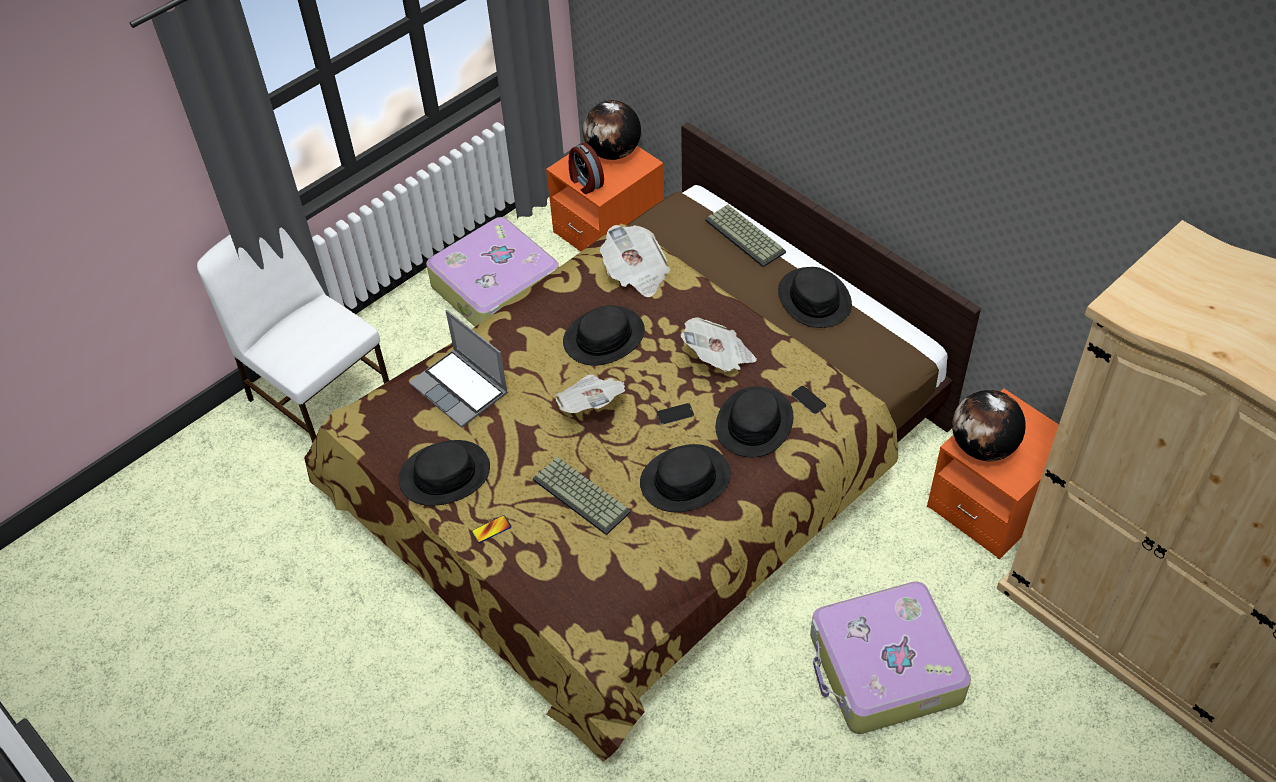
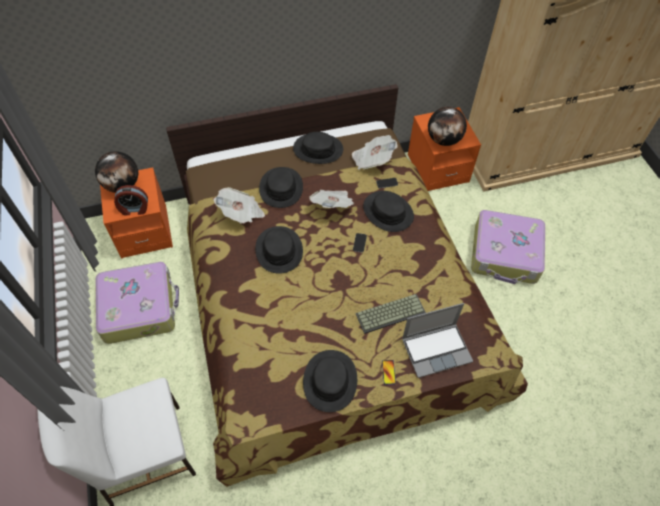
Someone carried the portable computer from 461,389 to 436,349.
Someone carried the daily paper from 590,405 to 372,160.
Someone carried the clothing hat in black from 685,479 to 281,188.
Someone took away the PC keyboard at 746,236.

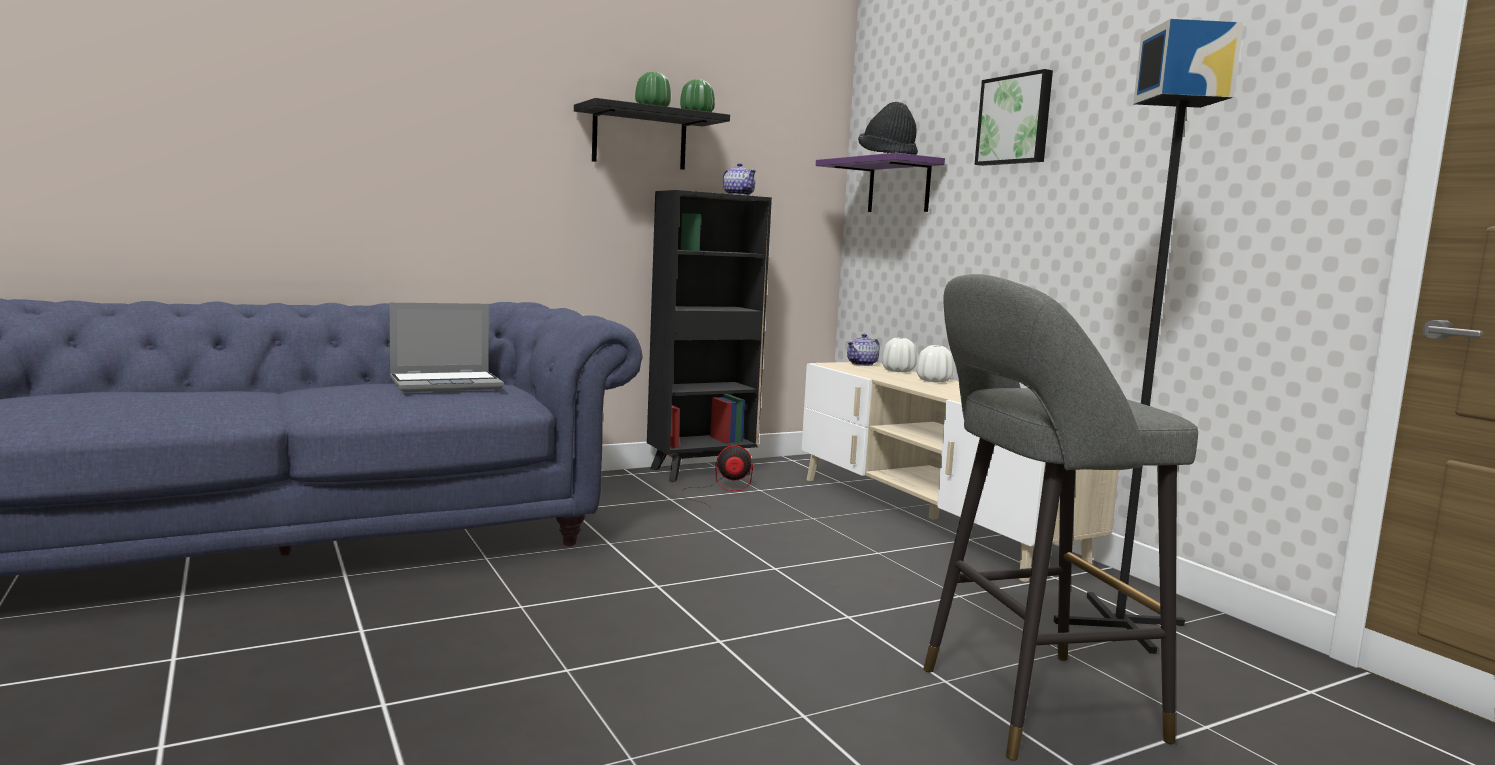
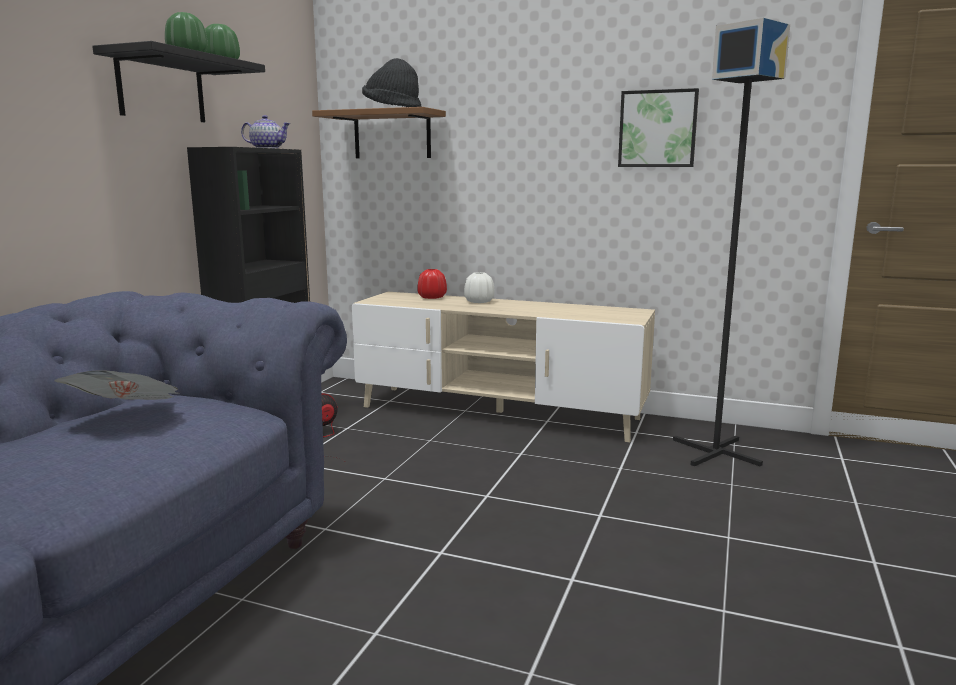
Someone swapped the portable computer at 447,384 for the daily paper at 128,416.
Someone repainted the wall shelf in purple-coloured at 899,186, which became the wall shelf in brown-coloured at 392,135.
Someone took away the pot for tea at 862,364.
Someone repainted the flower vase in white at 898,371, which became the flower vase in red-coloured at 432,297.
Someone took away the stool in greyish at 1027,704.
Someone carried the wall art from 1015,120 to 658,129.

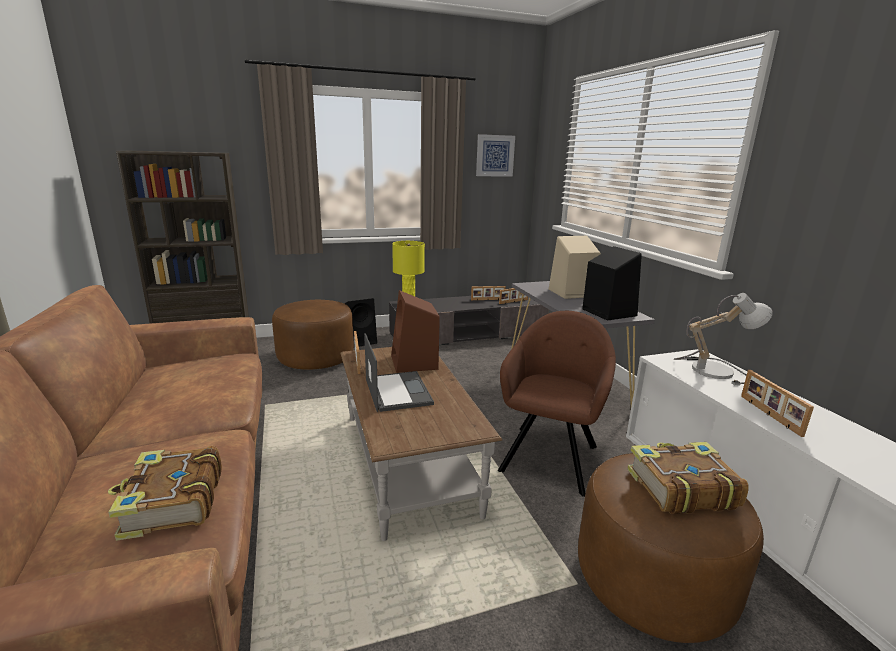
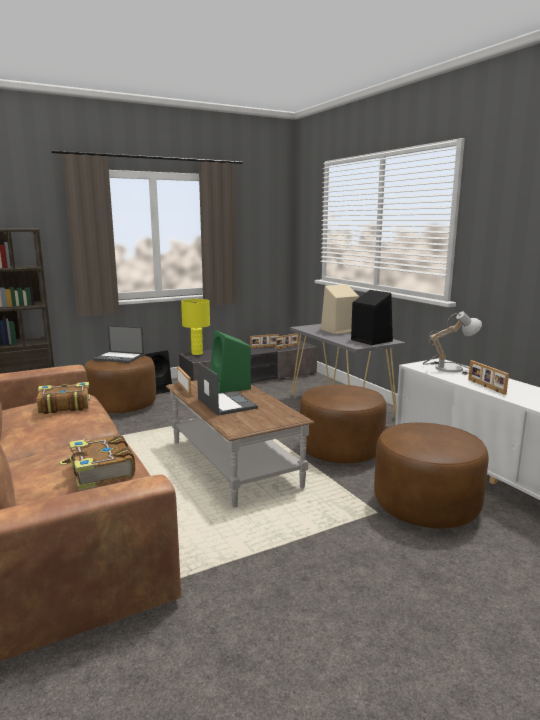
Someone repainted the audio speaker in brown-coloured at 414,363, which became the audio speaker in greenish at 230,387.
Someone took away the wall art at 495,155.
Someone swapped the armchair in brown-coloured at 550,455 for the footrest in brown-coloured at 341,449.
Someone carried the bound book from 680,488 to 64,406.
Someone put down the portable computer at 119,357.

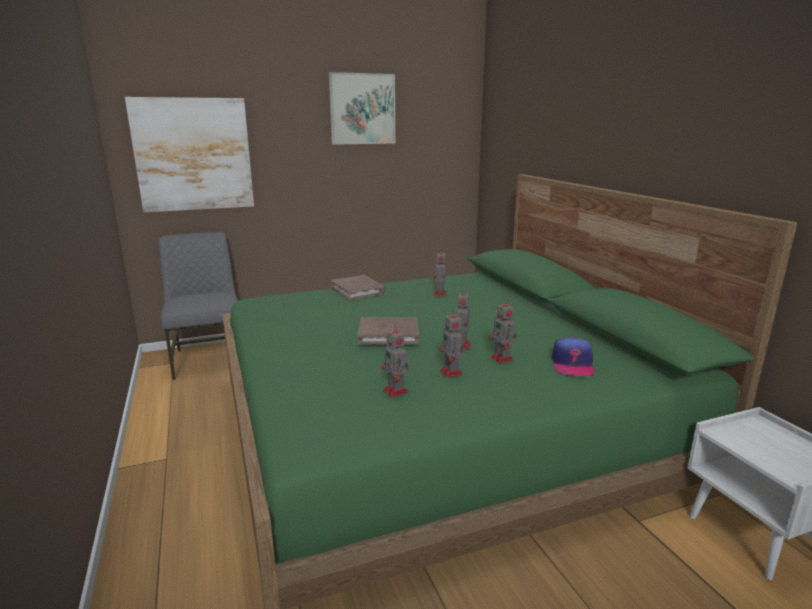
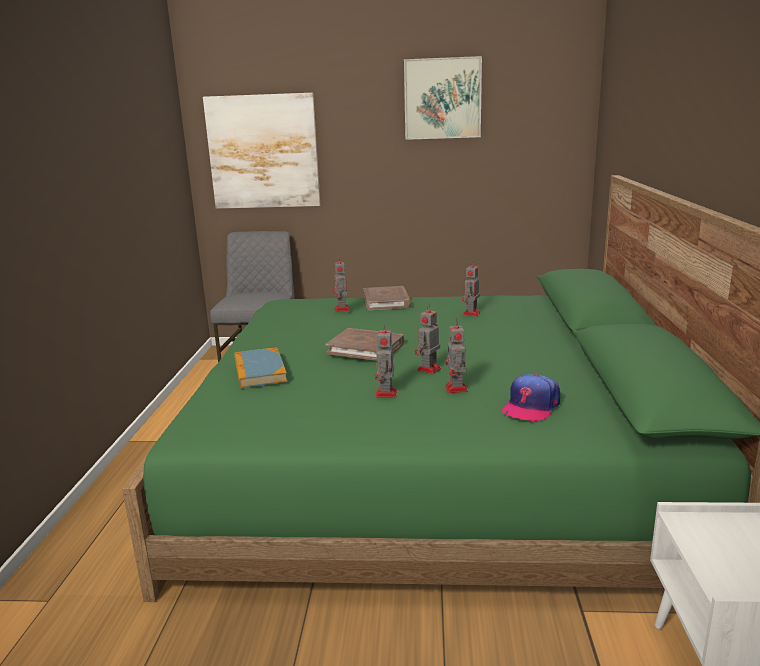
Someone carried the toy robot from 396,392 to 342,309.
Someone put down the bound book at 259,371.

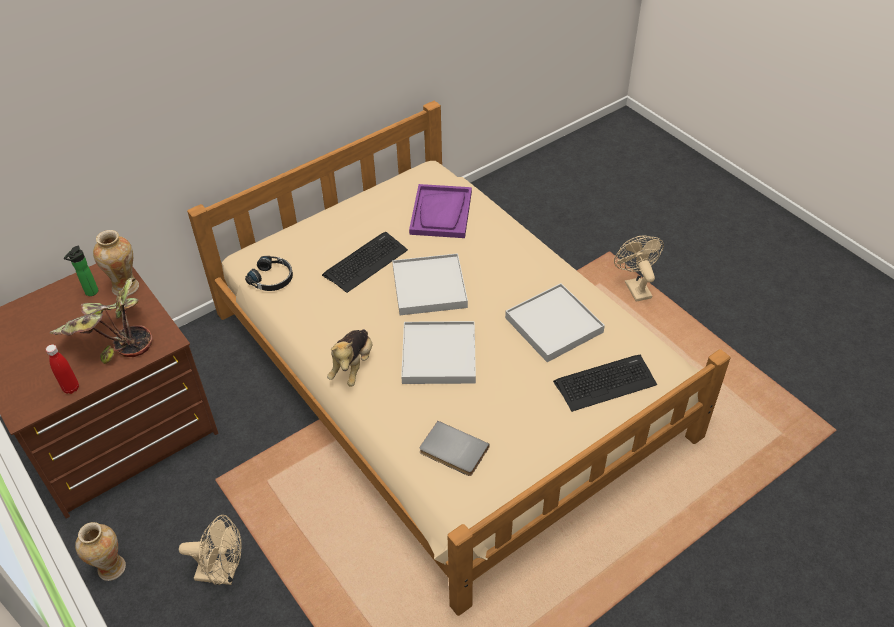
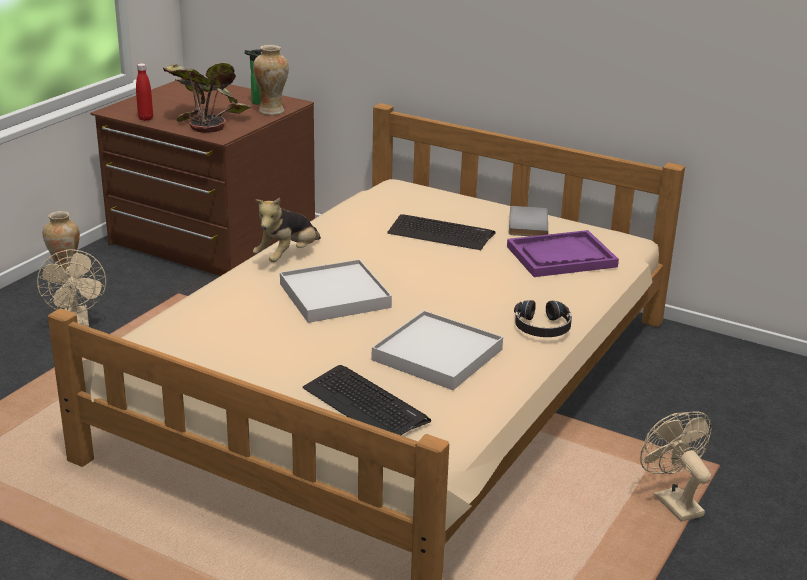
Someone carried the pair of headphones in black from 272,279 to 542,327.
Someone rotated the plush toy at 353,366 by 45 degrees counterclockwise.
Someone took away the tray in white at 429,287.
Someone carried the bound book in greyish from 452,451 to 526,224.
Someone rotated the fan in beige at 635,287 by 75 degrees counterclockwise.

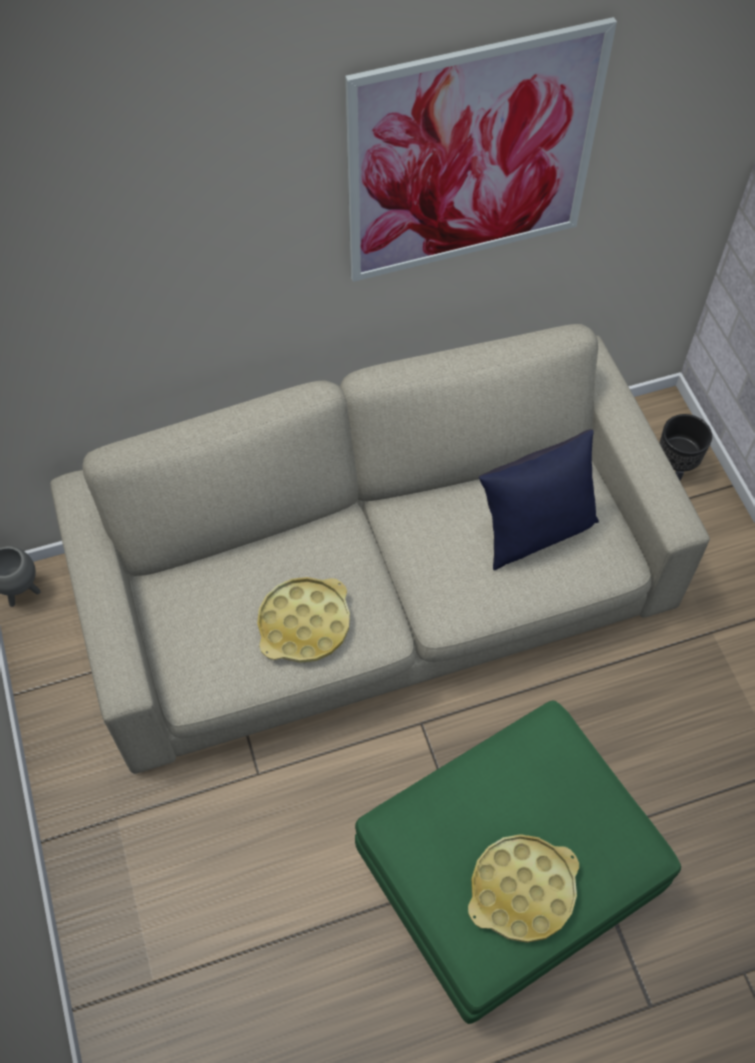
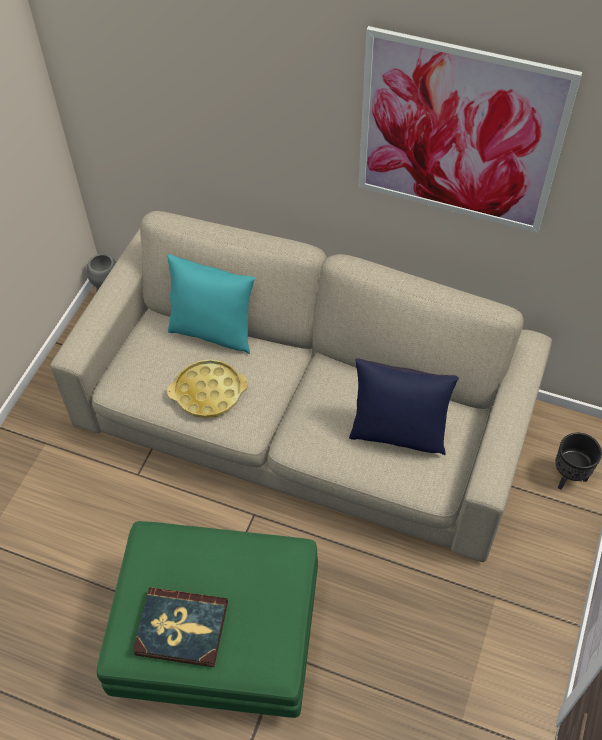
Someone swapped the tray in yellow-coloured at 522,890 for the bound book at 181,629.
Someone put down the pillow in blue-green at 213,332.

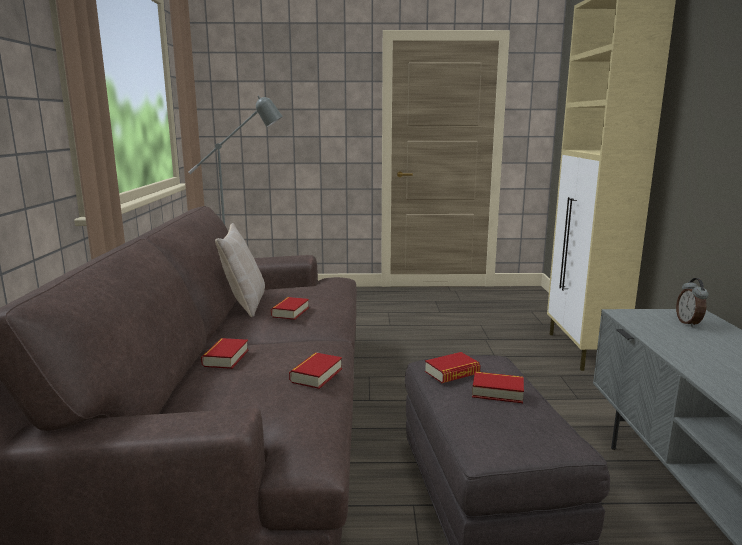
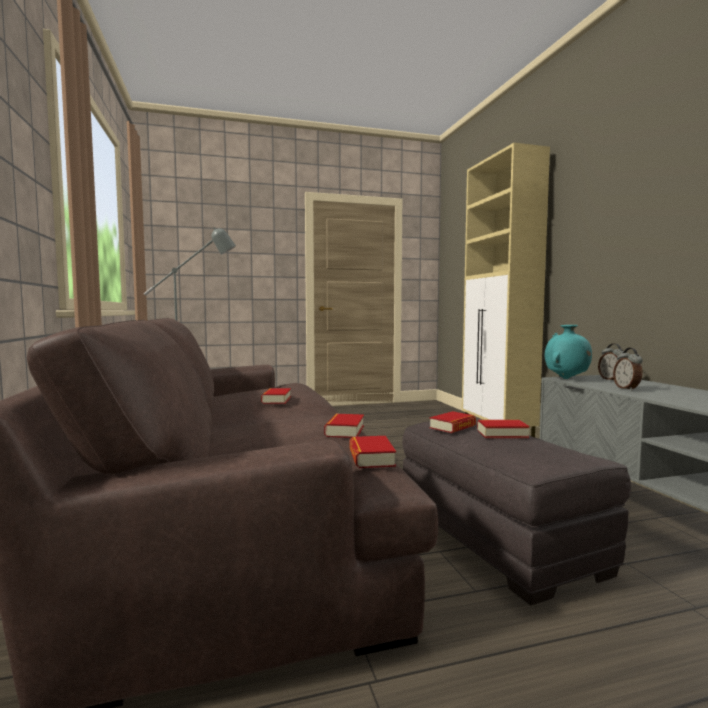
Someone carried the bound book from 226,358 to 371,458.
Someone took away the pillow in beige at 244,304.
Someone put down the flower vase in blue-green at 566,379.
Someone put down the table clock at 627,389.

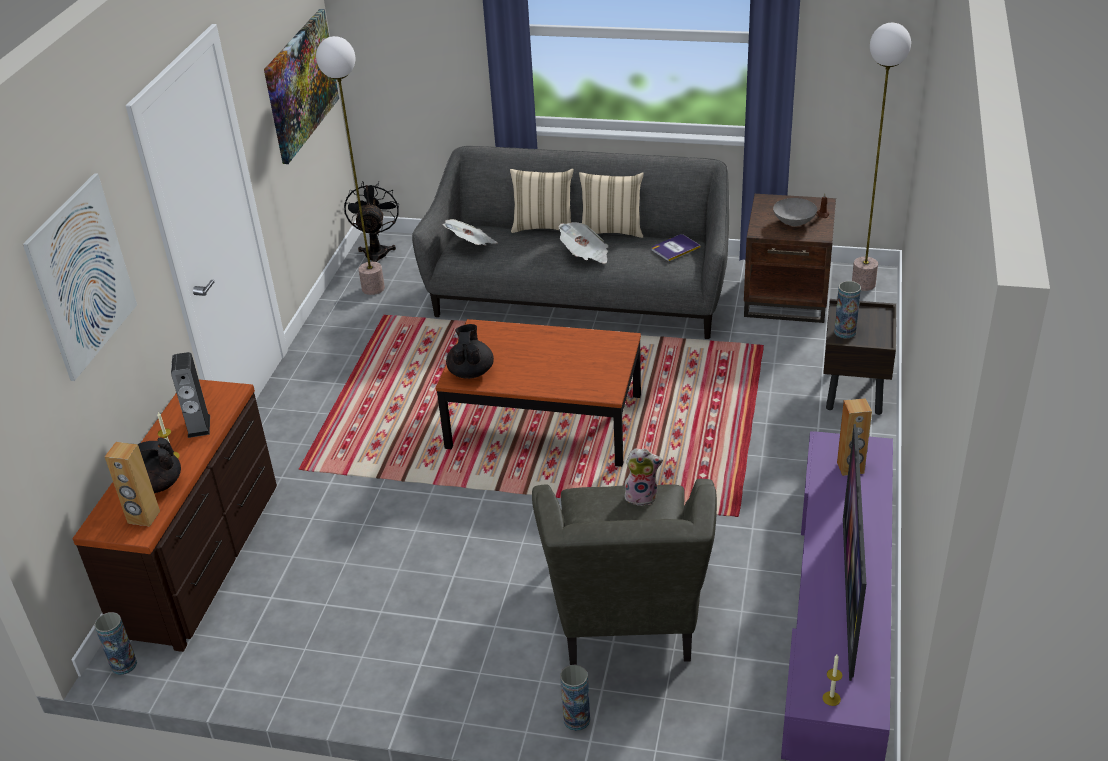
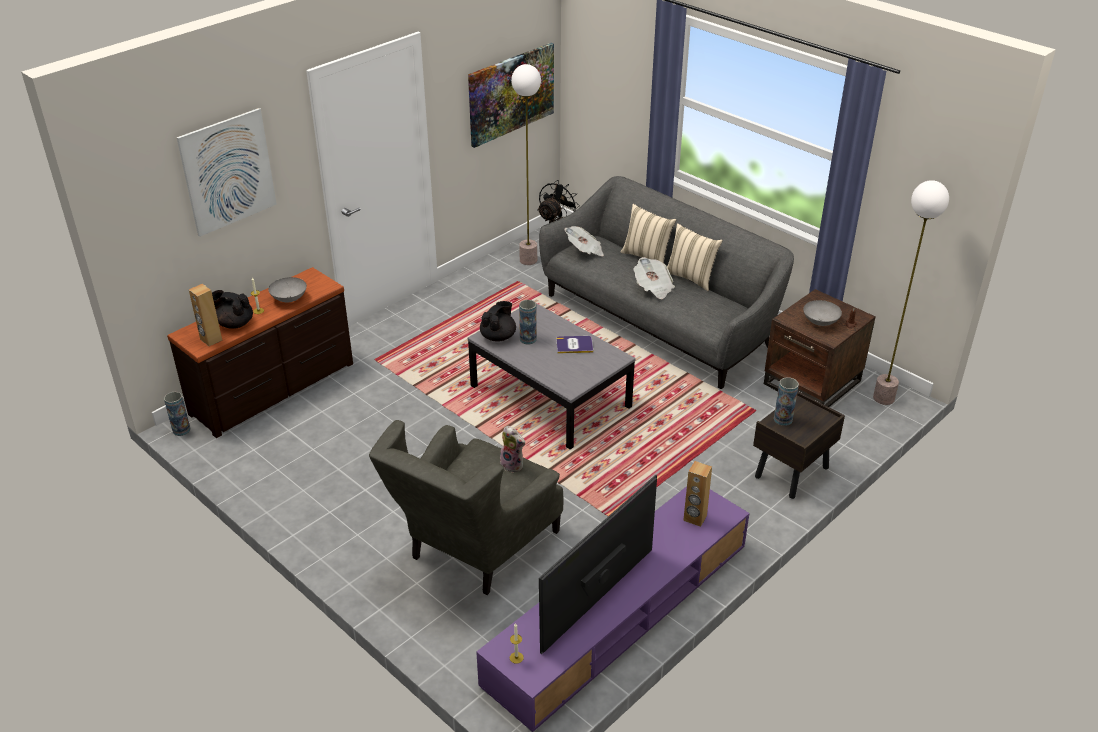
Someone swapped the audio speaker at 199,426 for the serving bowl in greyish at 290,299.
Someone repainted the low table in brown-coloured at 545,421, which became the low table in greyish at 551,396.
Someone carried the flower vase from 576,719 to 528,339.
Someone carried the bound book from 675,248 to 574,345.

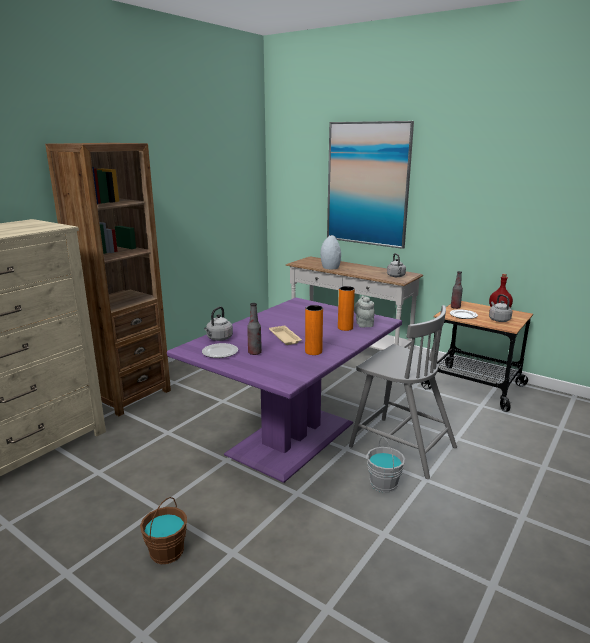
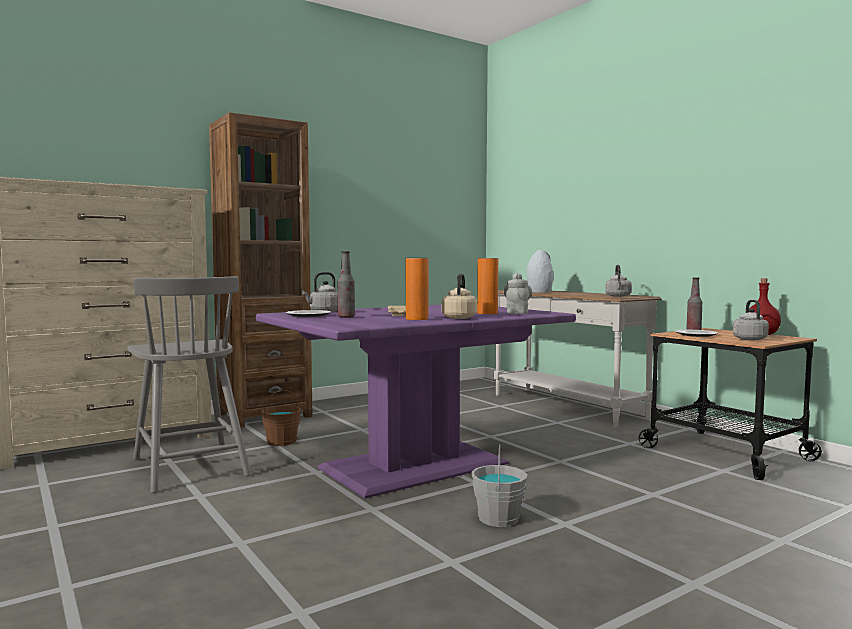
Someone carried the bucket in brown-coloured from 166,551 to 281,441.
Someone took away the wall art at 367,184.
Someone carried the upright chair in greyish from 400,446 to 190,466.
Someone put down the kettle in beige at 459,317.

